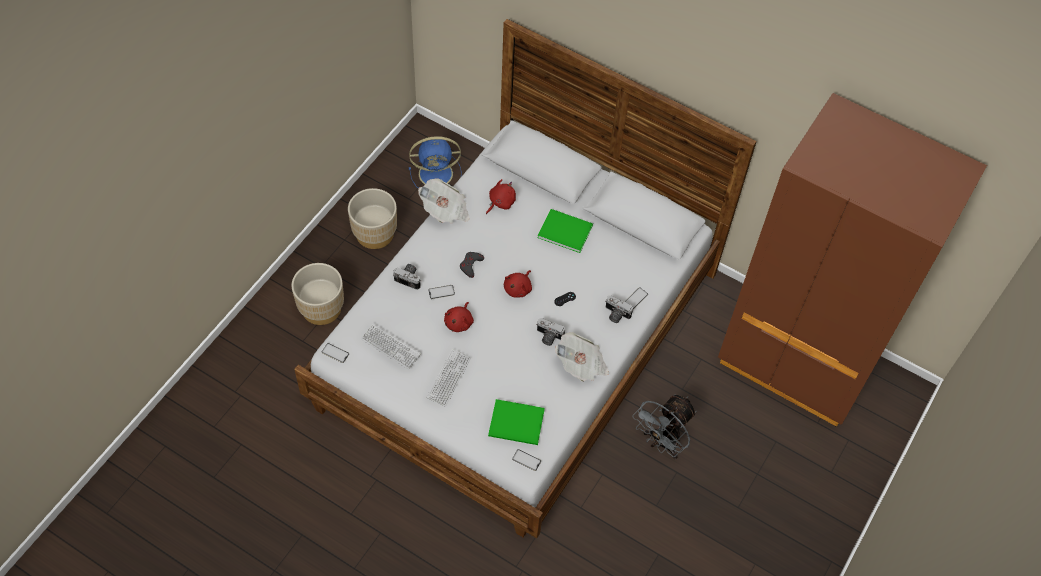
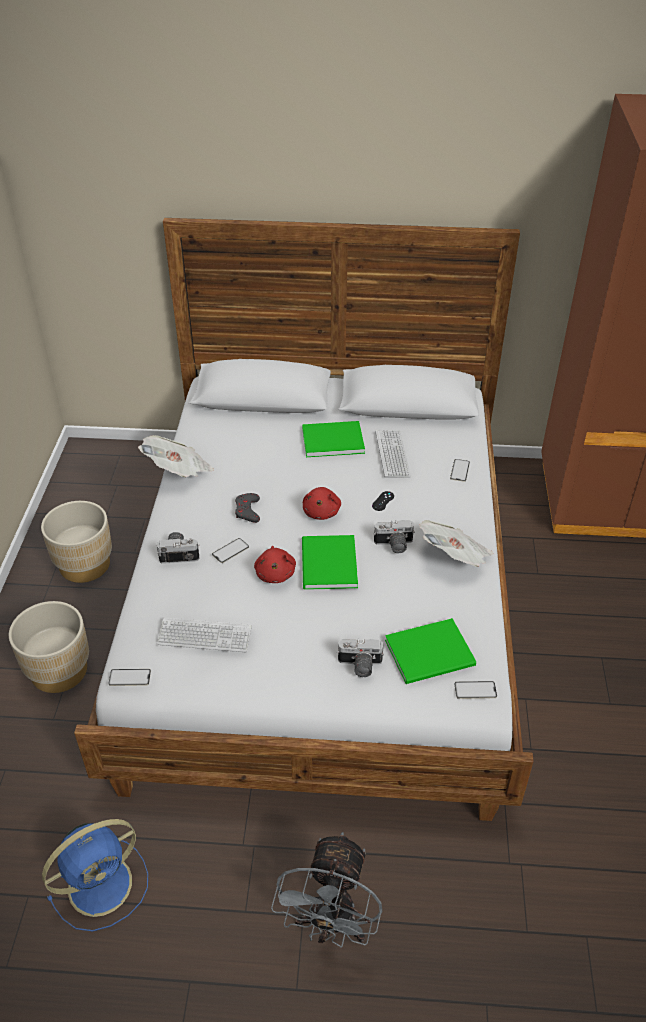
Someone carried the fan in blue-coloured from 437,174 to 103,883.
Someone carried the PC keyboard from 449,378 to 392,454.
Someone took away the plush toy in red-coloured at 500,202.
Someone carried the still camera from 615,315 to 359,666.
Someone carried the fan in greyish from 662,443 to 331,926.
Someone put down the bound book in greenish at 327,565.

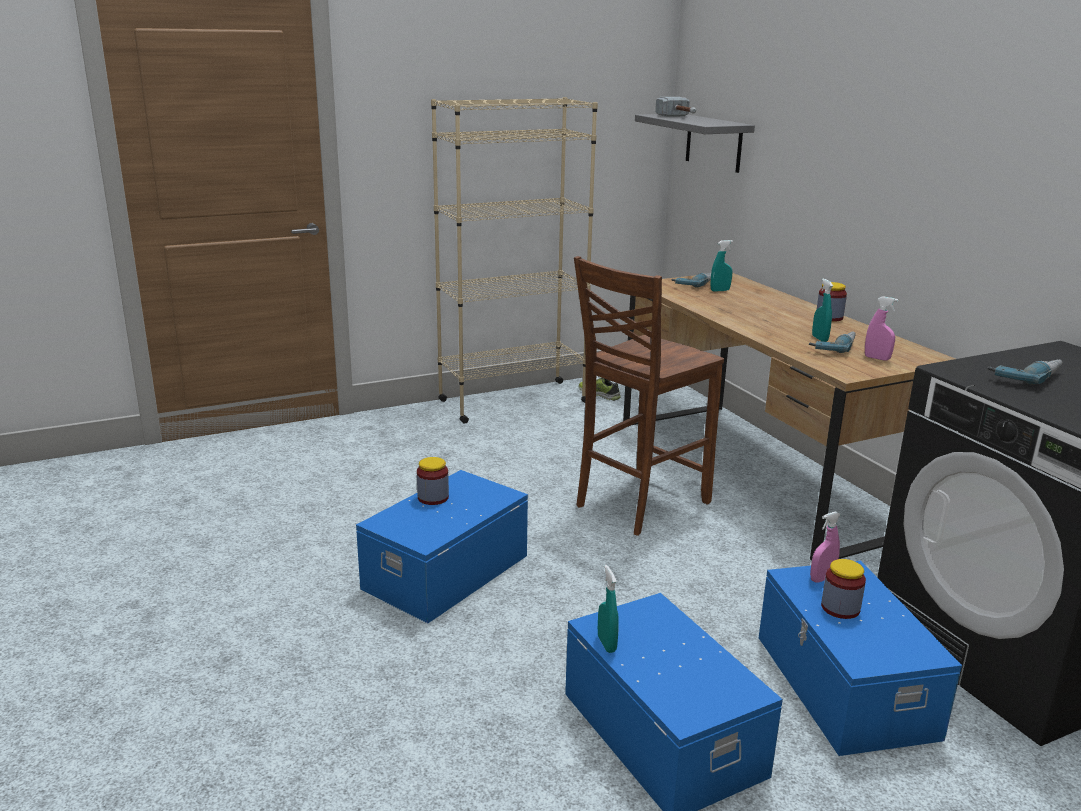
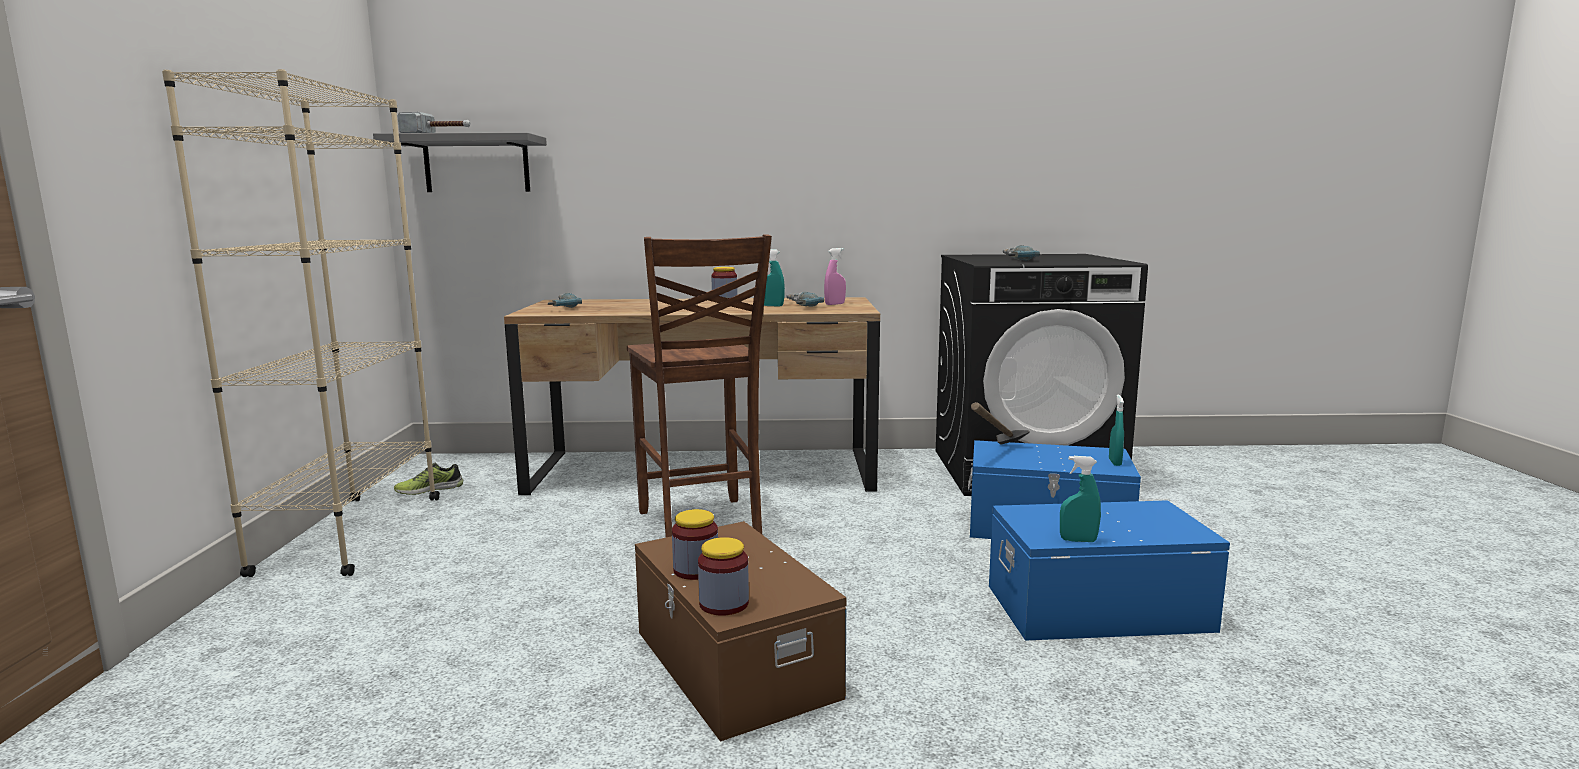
Someone repainted the storage container in blue-coloured at 444,571, which became the storage container in brown-coloured at 732,665.
Someone carried the hand sprayer in blue-green from 720,290 to 1115,462.
Someone swapped the hand sprayer in pinkish at 822,578 for the tool hammer at 997,454.
Someone carried the storage jar from 840,608 to 724,604.

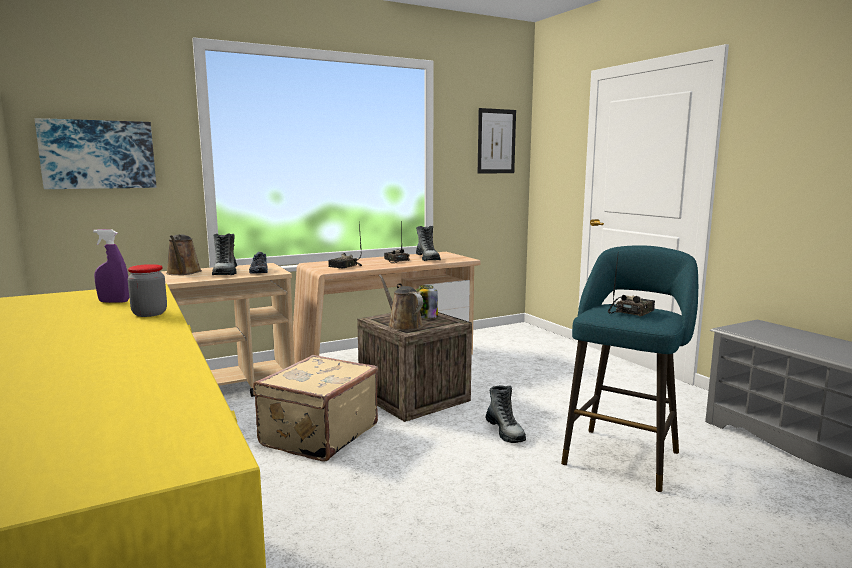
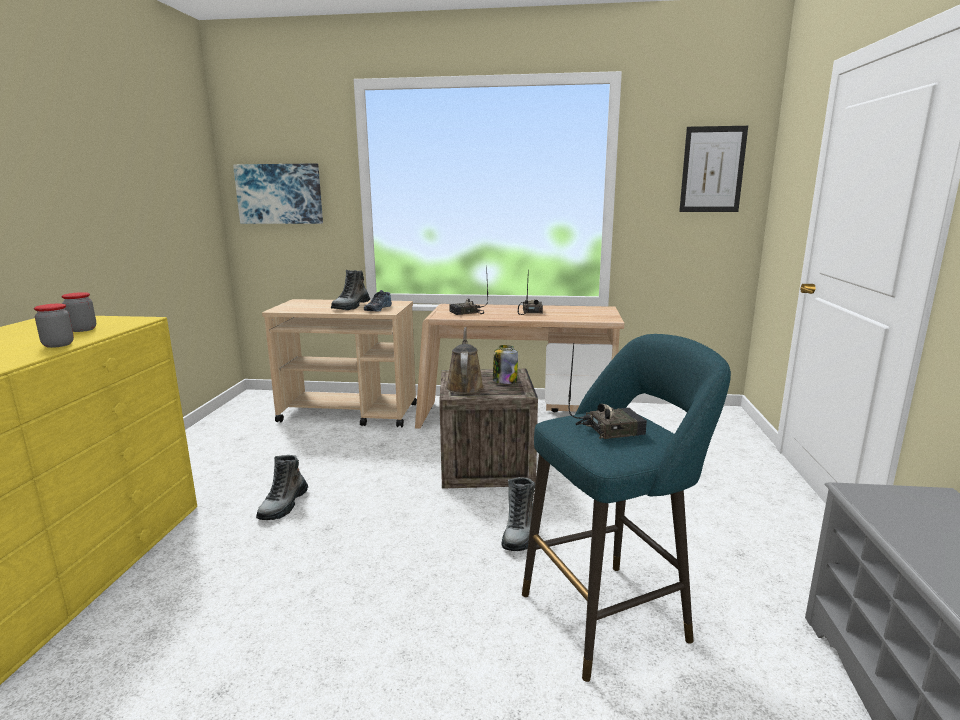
Someone swapped the hand sprayer in purple-coloured at 114,302 for the storage jar at 82,329.
Someone took away the watering pot in brown-coloured at 183,273.
Someone took away the piece of luggage in beige at 317,435.
Someone carried the boot from 428,258 to 284,505.

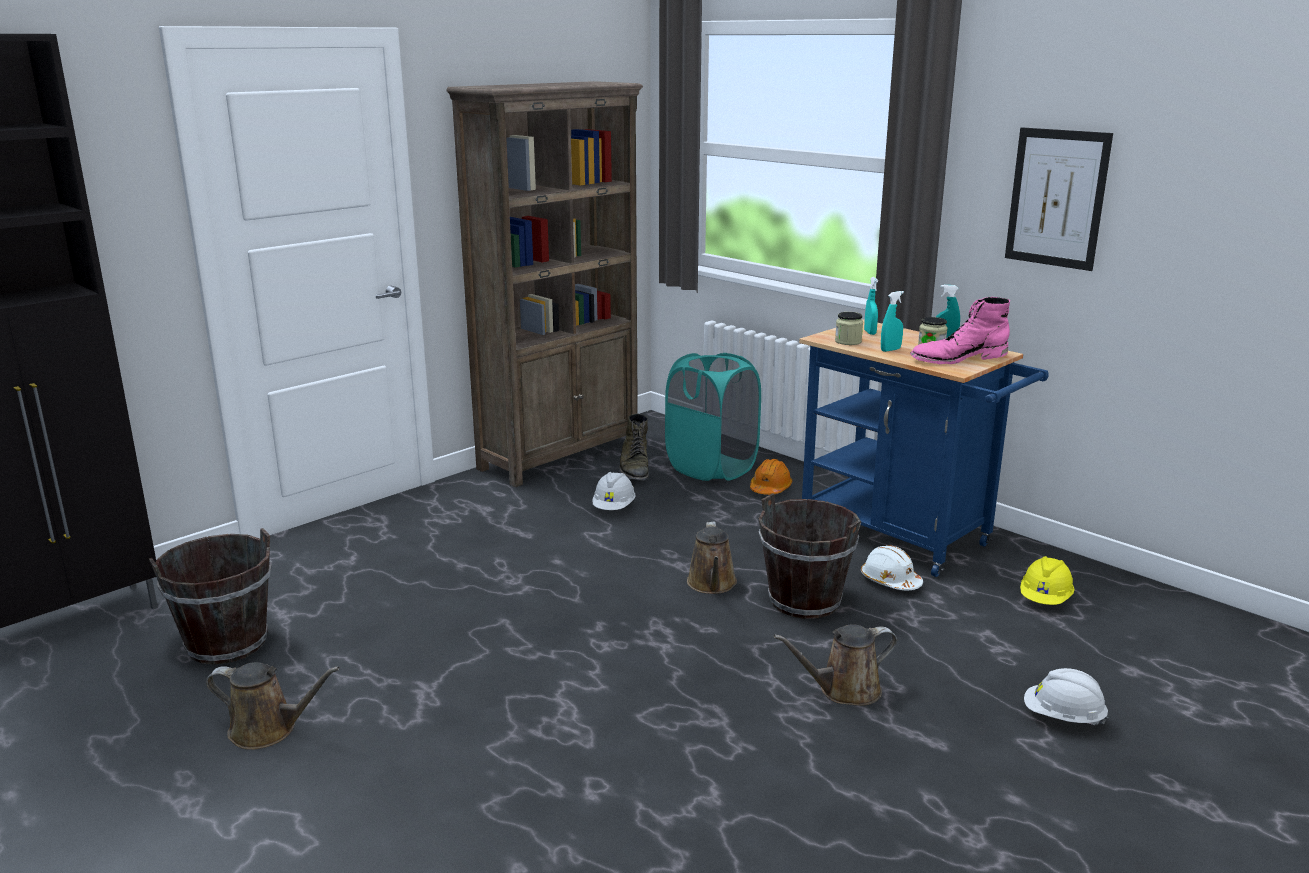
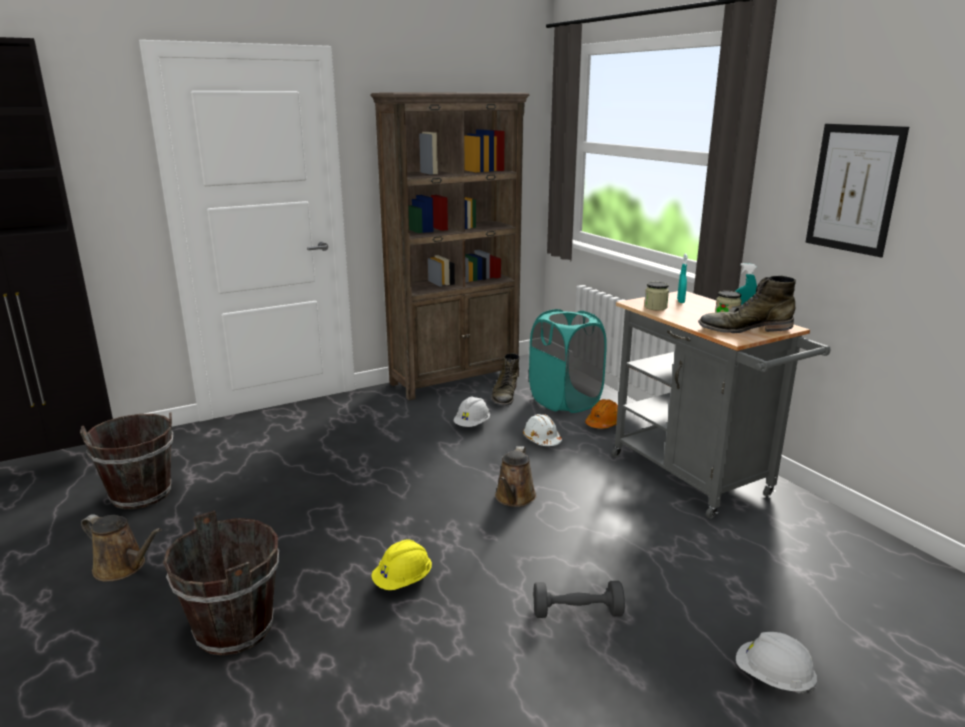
Someone carried the bucket in brown-coloured from 805,601 to 235,628.
Someone swapped the watering pot in brown-coloured at 844,690 for the hand weight in greyish at 577,612.
Someone repainted the cart in blue-coloured at 903,538, which became the cart in greyish at 697,479.
Someone carried the safety helmet in white from 890,581 to 542,439.
Someone took away the hand sprayer in blue-green at 890,350.
Someone repainted the boot in pinkish at 957,358, which became the boot in greenish at 744,328.
Someone carried the safety helmet in yellow-coloured from 1045,599 to 403,581.

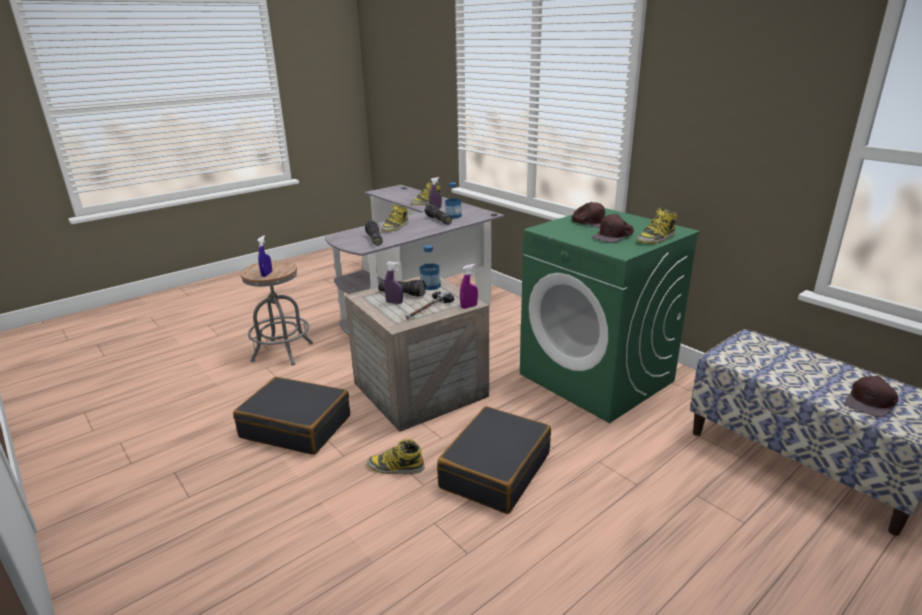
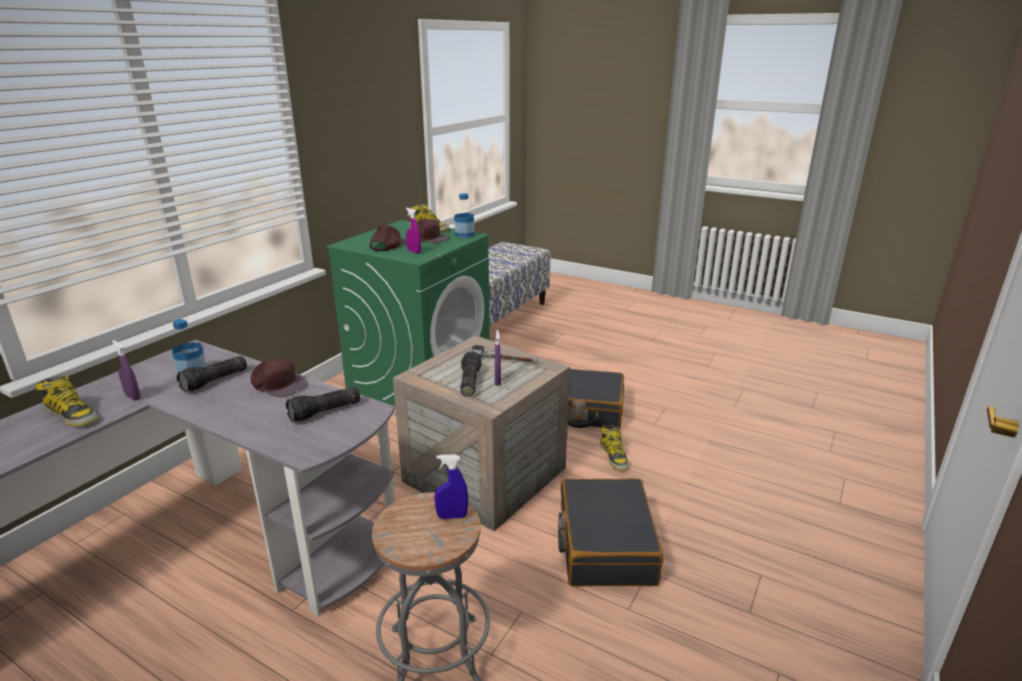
Someone took away the boot at 395,227.
Someone carried the beverage bottle from 430,286 to 464,235.
Someone carried the hand sprayer in purple-coloured from 469,307 to 414,252.
Someone carried the baseball cap in brown-coloured from 871,402 to 278,384.

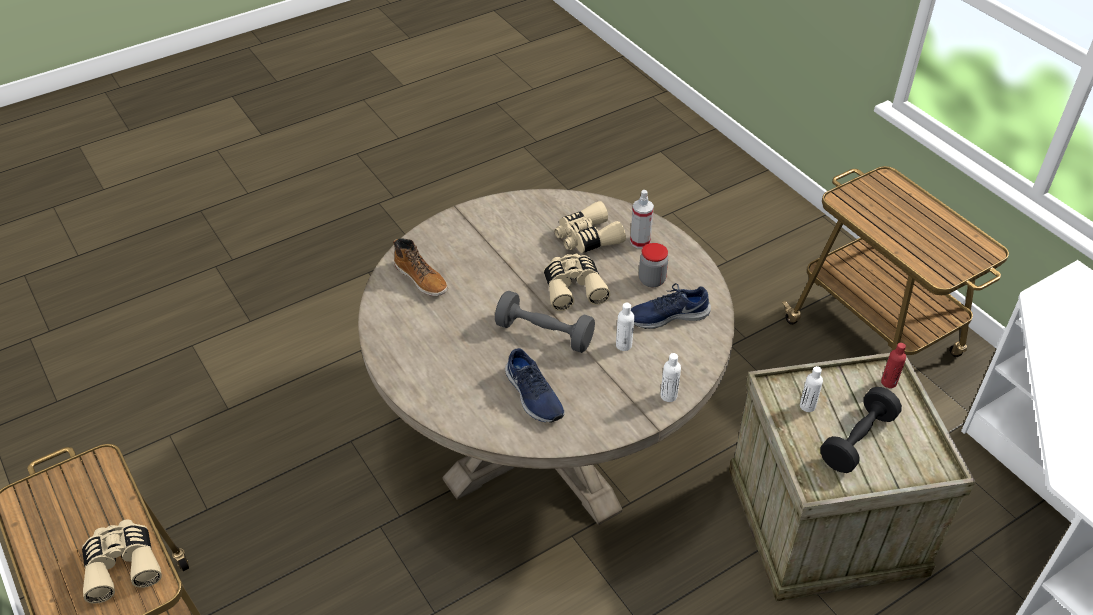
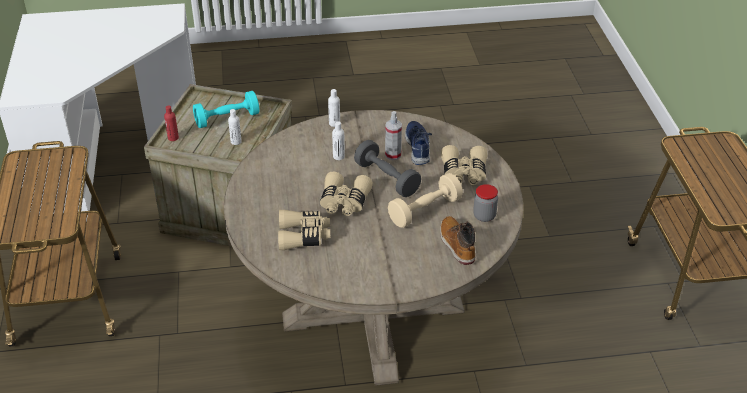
Someone carried the pair of binoculars in beige from 122,565 to 464,173.
Someone carried the hand sprayer from 640,241 to 393,155.
Someone took away the low shoe in blue-coloured at 667,315.
Someone carried the storage jar from 652,280 to 484,216.
Someone repainted the hand weight in black at 857,440, which became the hand weight in blue-green at 227,119.
Someone put down the hand weight in beige at 425,211.

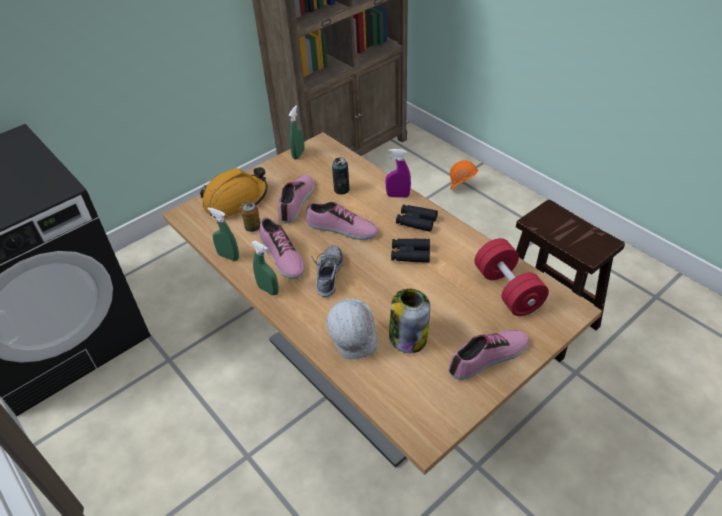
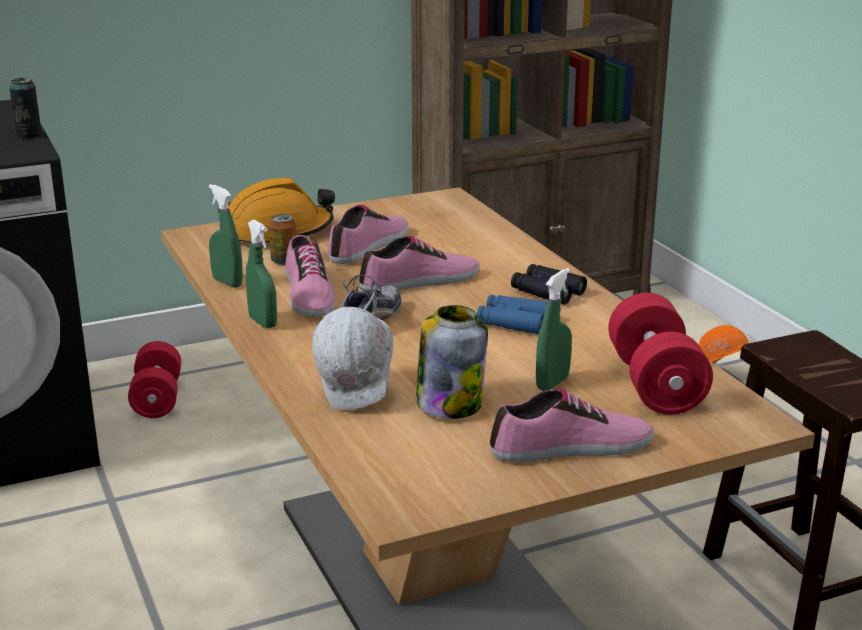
Someone carried the hand sprayer in greenish from 298,154 to 552,383.
Someone rotated the low shoe at 342,229 by 60 degrees counterclockwise.
Someone carried the metal can from 341,190 to 29,135.
Someone took away the hand sprayer in purple-coloured at 398,196.
Someone repainted the pair of binoculars in black at 410,254, which became the pair of binoculars in blue-coloured at 514,322.
Someone put down the hand weight in red-coloured at 157,399.

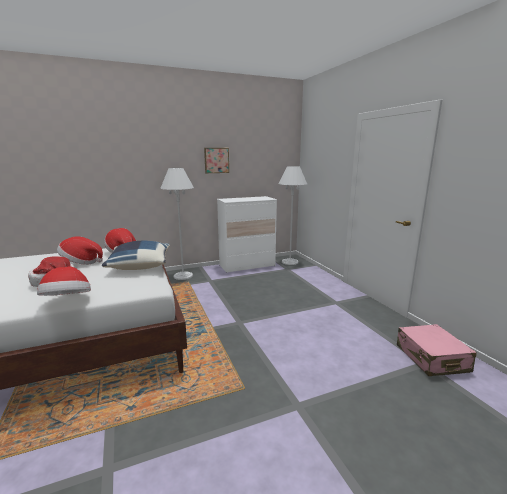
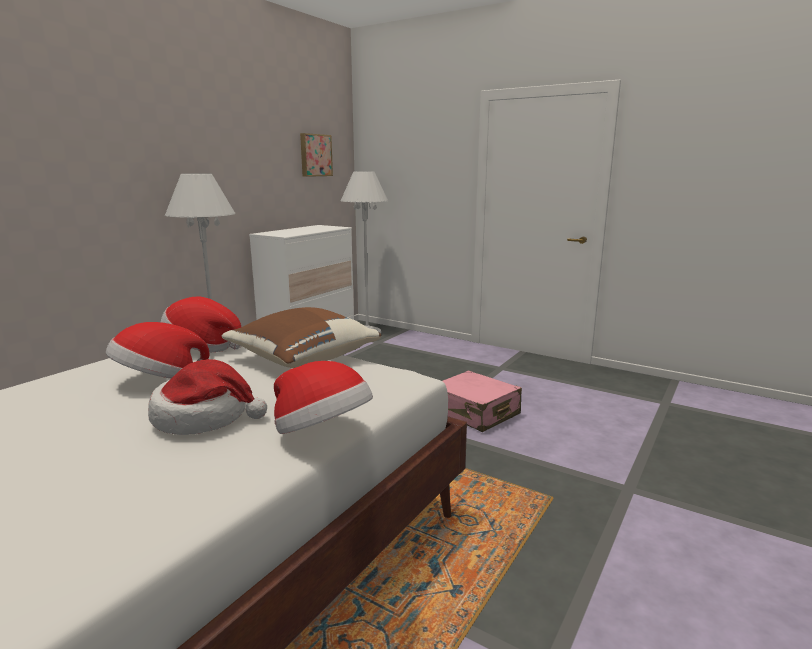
Someone repainted the pillow in blue-coloured at 139,266, which became the pillow in brown-coloured at 301,359.
Someone carried the wall art from 216,160 to 315,155.
Someone carried the piece of luggage in pinkish from 431,358 to 475,413.

